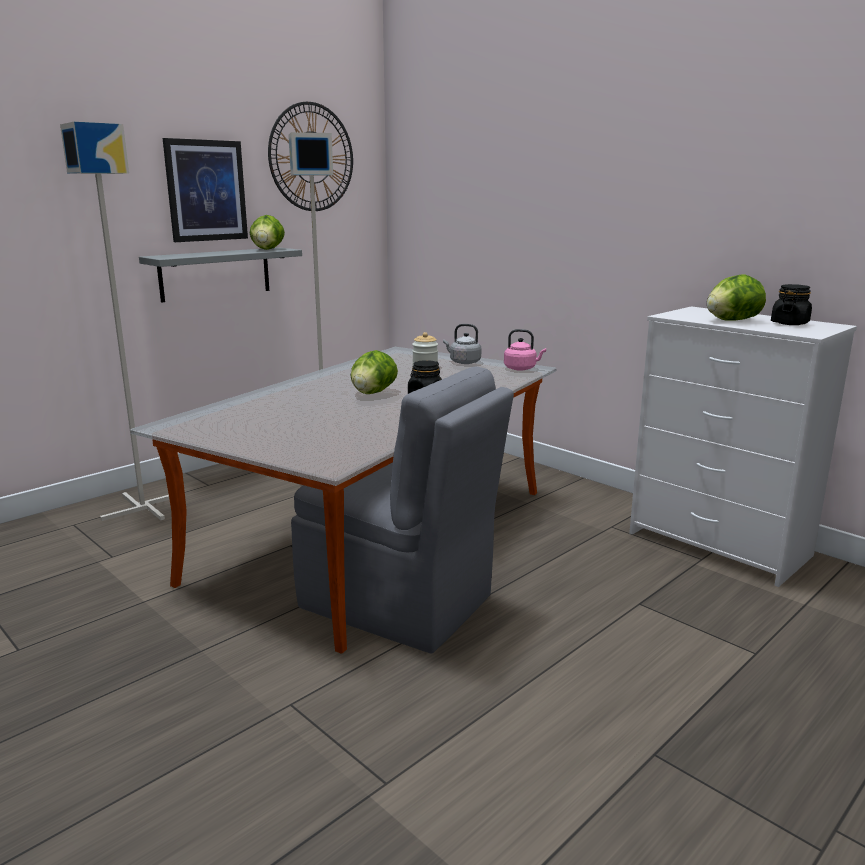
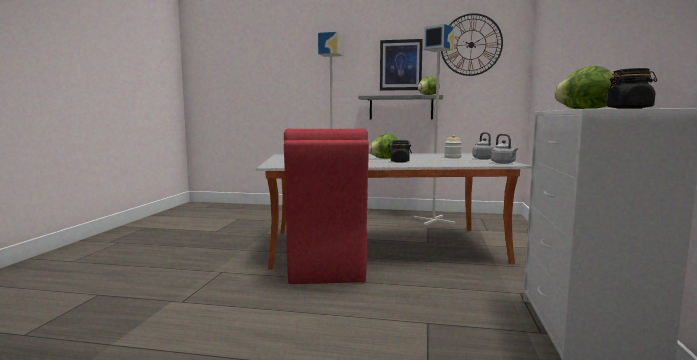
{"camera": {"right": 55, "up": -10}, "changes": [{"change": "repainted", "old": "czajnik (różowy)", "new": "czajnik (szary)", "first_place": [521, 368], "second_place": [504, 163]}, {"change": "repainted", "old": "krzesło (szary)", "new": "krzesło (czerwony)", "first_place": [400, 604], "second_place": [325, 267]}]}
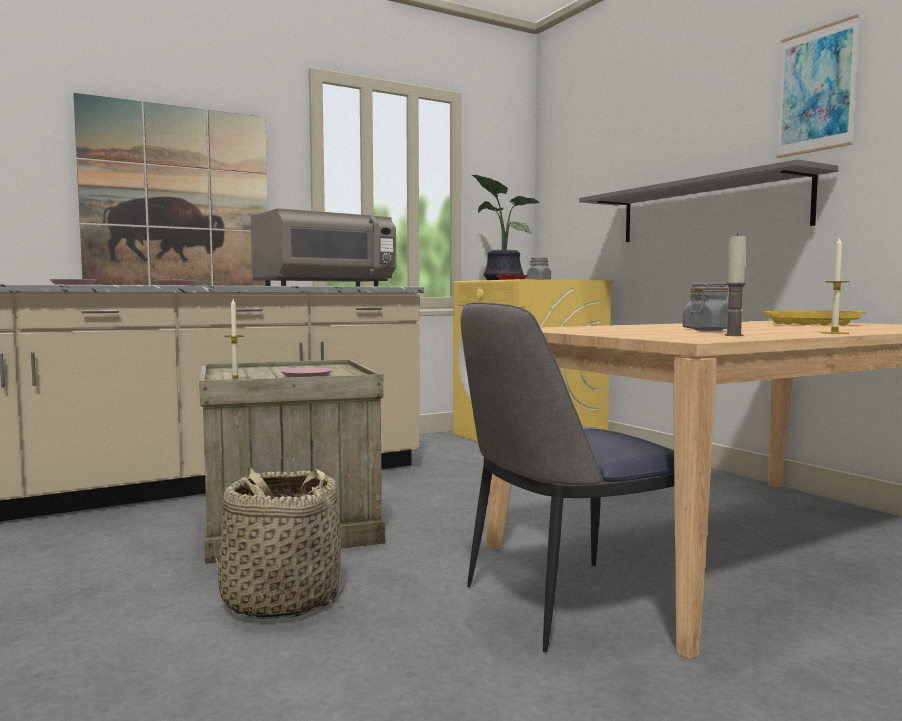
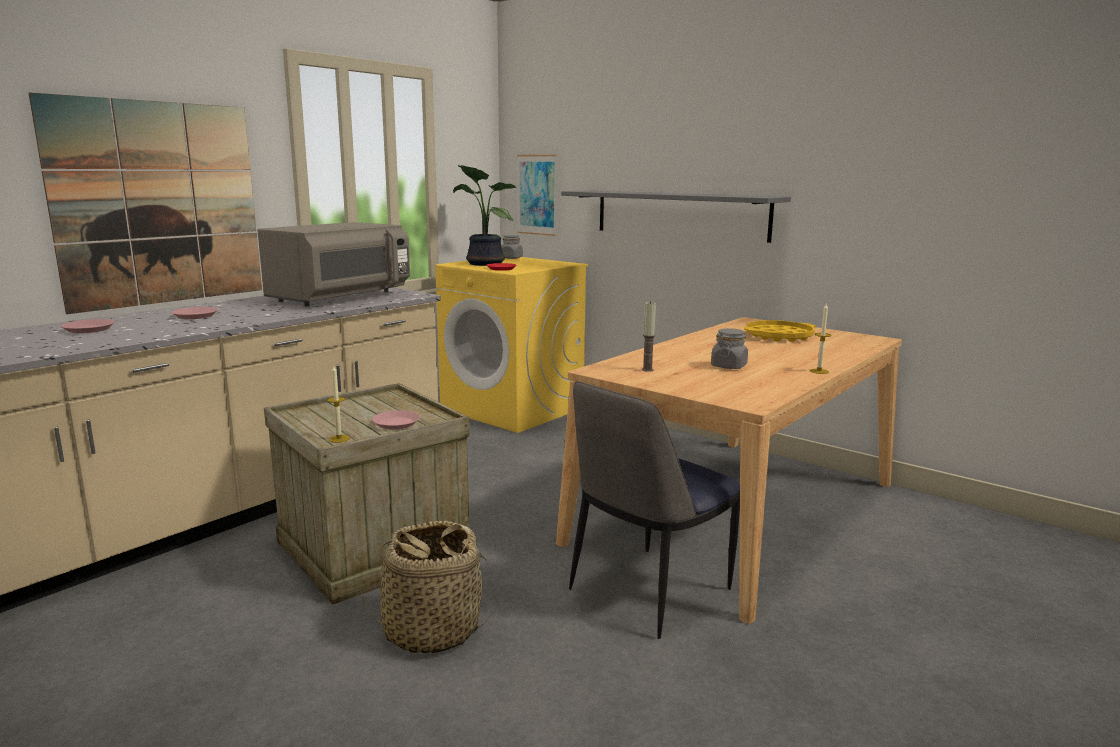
{"camera": {"right": -20, "up": 10}, "changes": [{"change": "shifted", "old": "obraz", "first_place": [816, 90], "second_place": [537, 195]}, {"change": "shifted", "old": "świeca", "first_place": [733, 335], "second_place": [647, 370]}]}
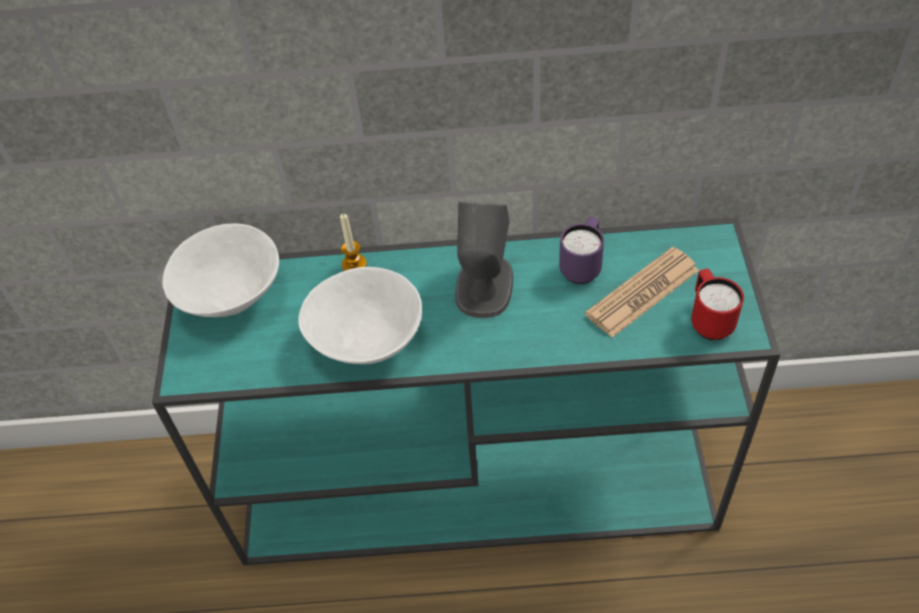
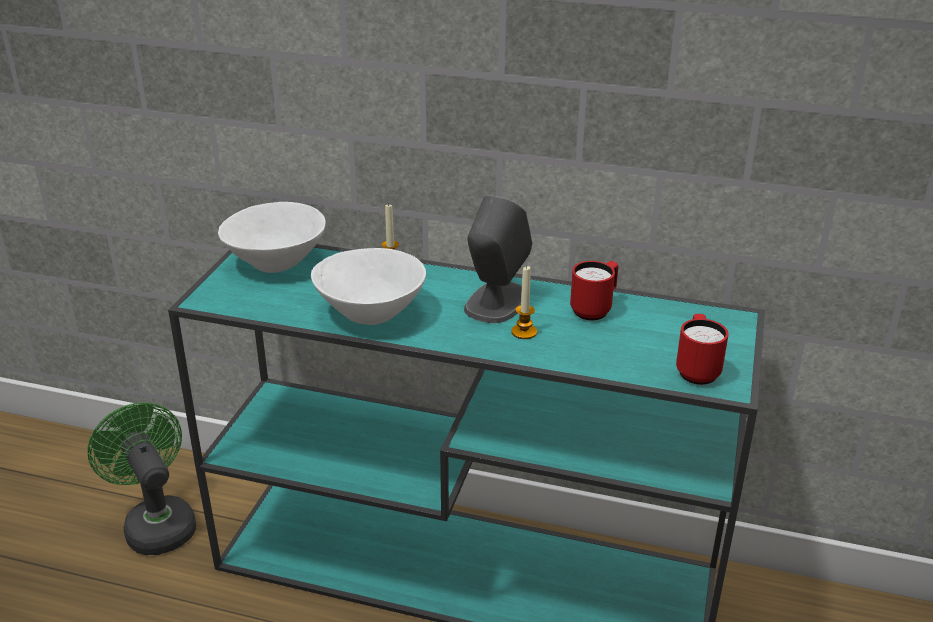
{"camera": {"right": 15, "up": -20}, "changes": [{"change": "repainted", "old": "kubek (fioletowy)", "new": "kubek (czerwony)", "first_place": [582, 266], "second_place": [594, 309]}, {"change": "gone", "old": "gazeta", "first_place": [642, 292]}, {"change": "new", "new": "świeca", "second_place": [524, 332]}, {"change": "new", "new": "wentylator (zielony)", "second_place": [156, 523]}]}
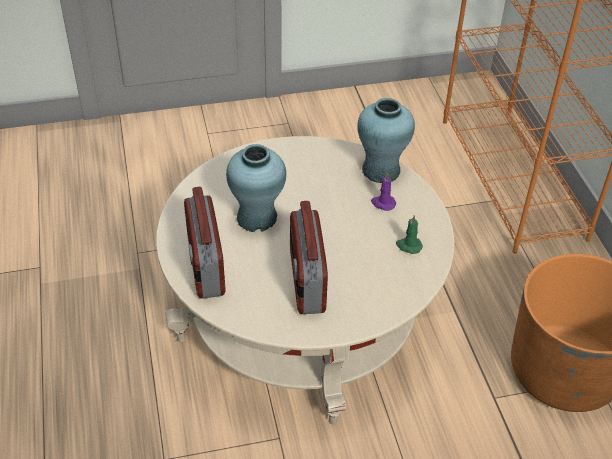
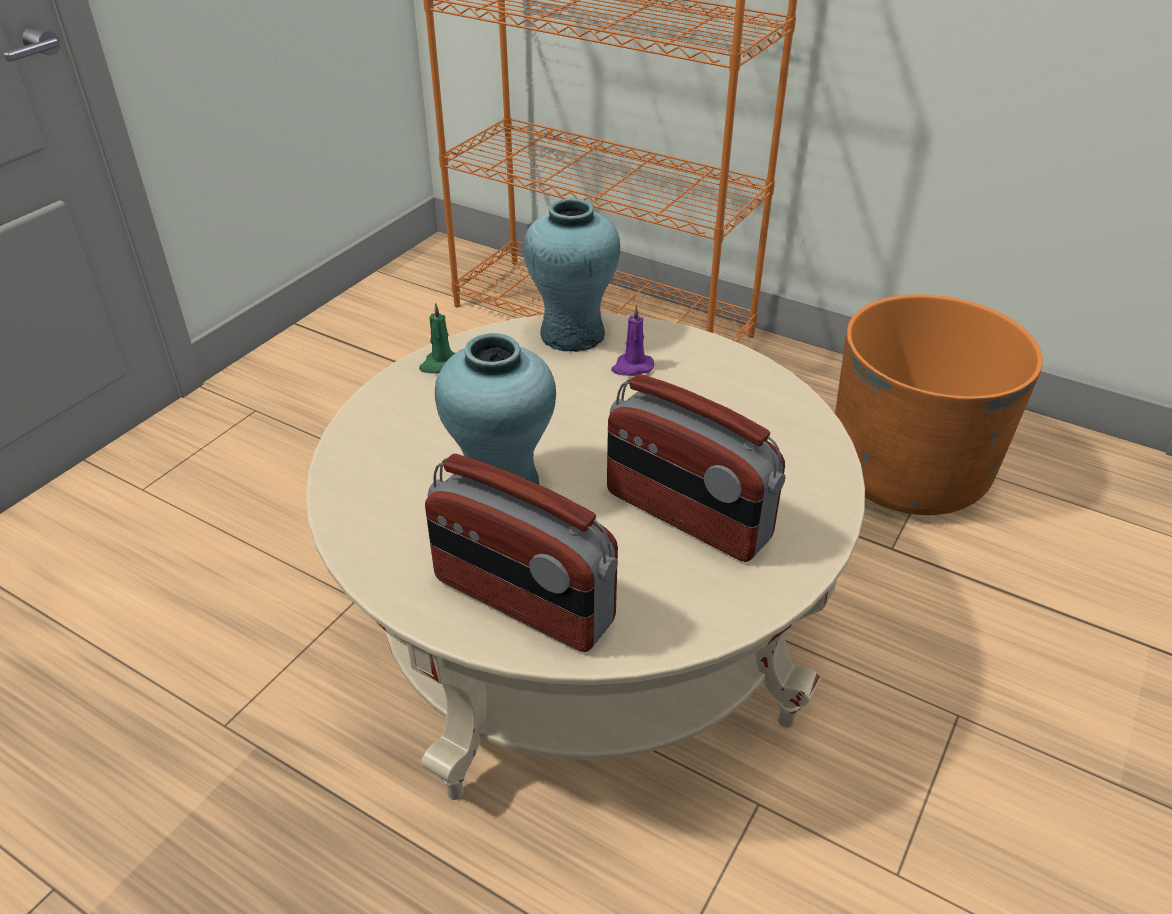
{"camera": {"right": -45, "up": -5}, "changes": [{"change": "shifted", "old": "świeca (zielony)", "first_place": [408, 246], "second_place": [440, 365]}]}
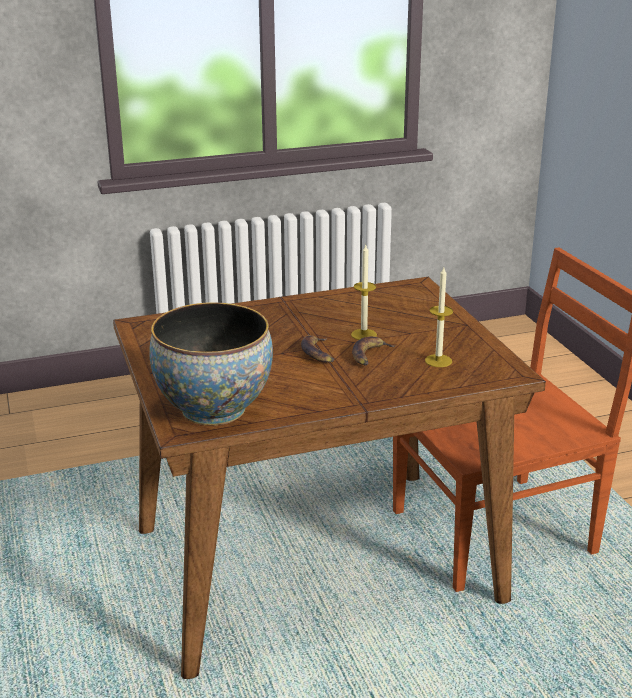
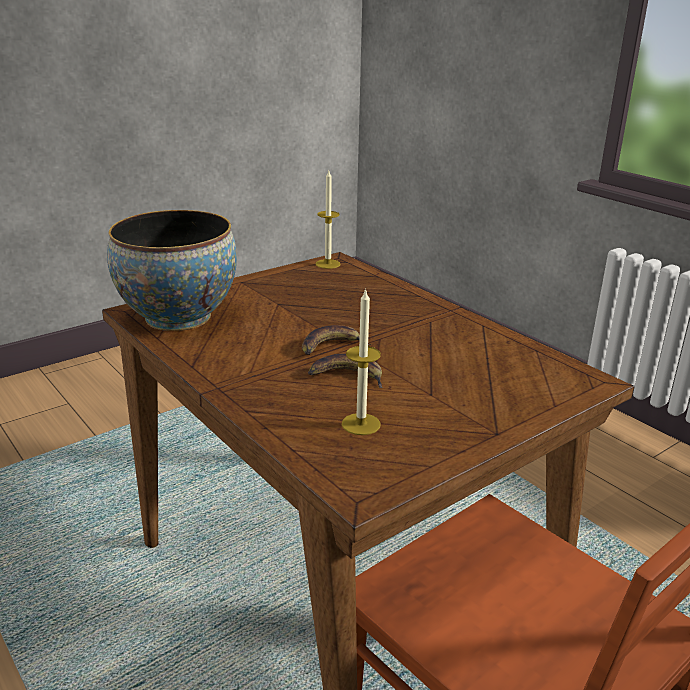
{"camera": {"right": 70, "up": 0}, "changes": [{"change": "shifted", "old": "świeca", "first_place": [364, 334], "second_place": [328, 264]}]}
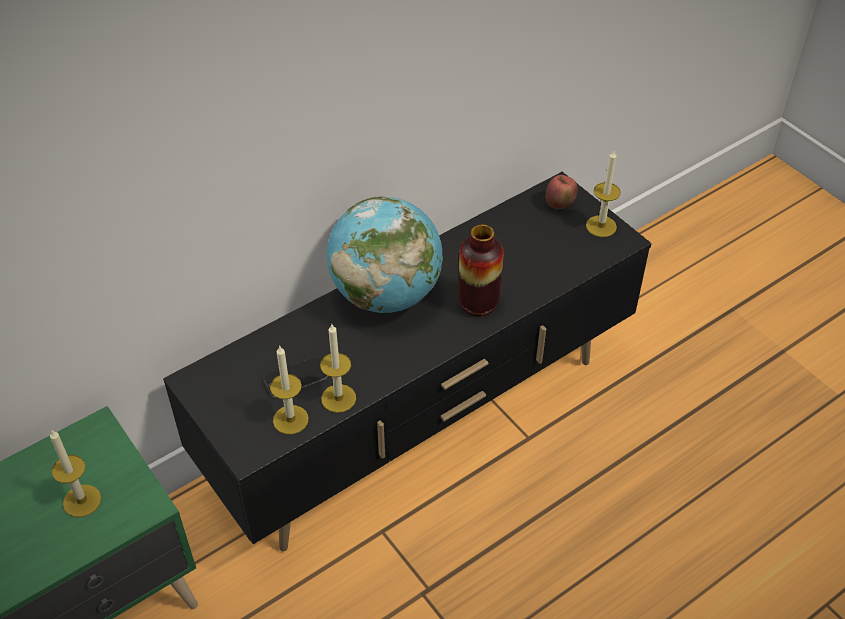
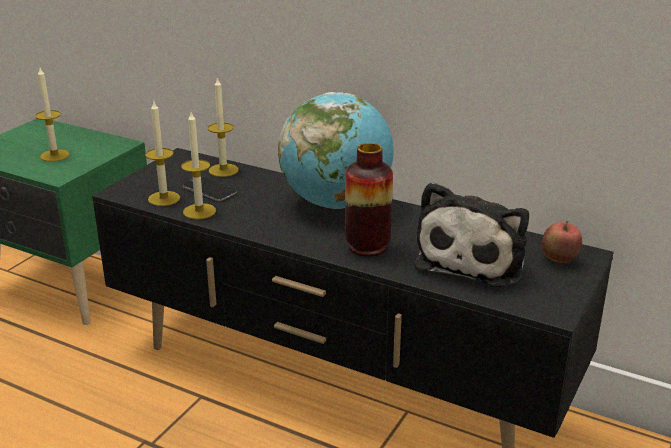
{"camera": {"right": 65, "up": -20}, "changes": [{"change": "shifted", "old": "świeca", "first_place": [601, 226], "second_place": [223, 170]}, {"change": "new", "new": "pluszak", "second_place": [474, 259]}]}
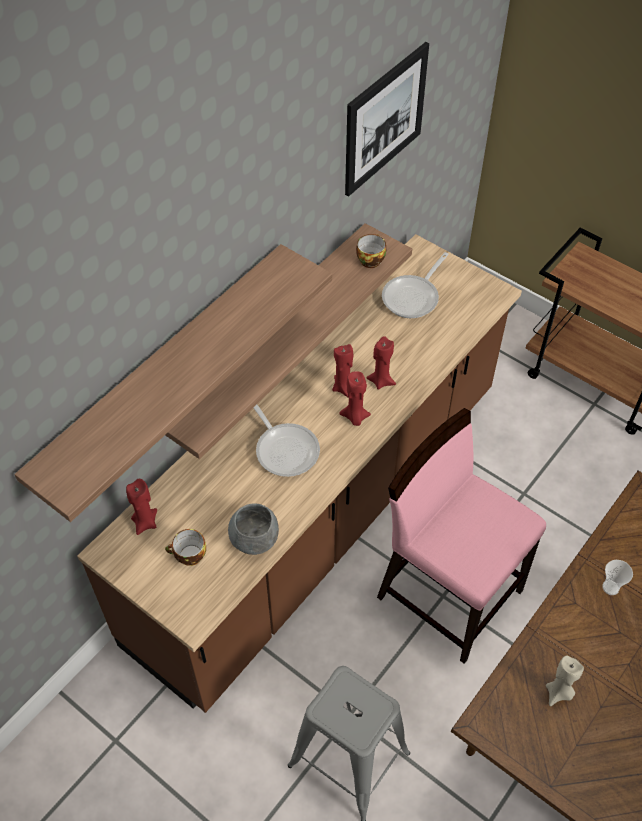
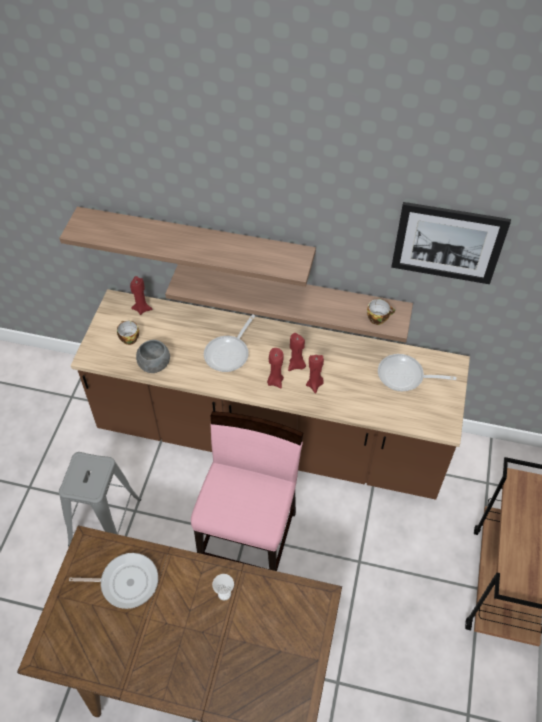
{"camera": {"right": 65, "up": 0}, "changes": [{"change": "swapped", "old": "świeca (beżowy)", "new": "patelnia", "first_place": [558, 693], "second_place": [126, 582]}]}
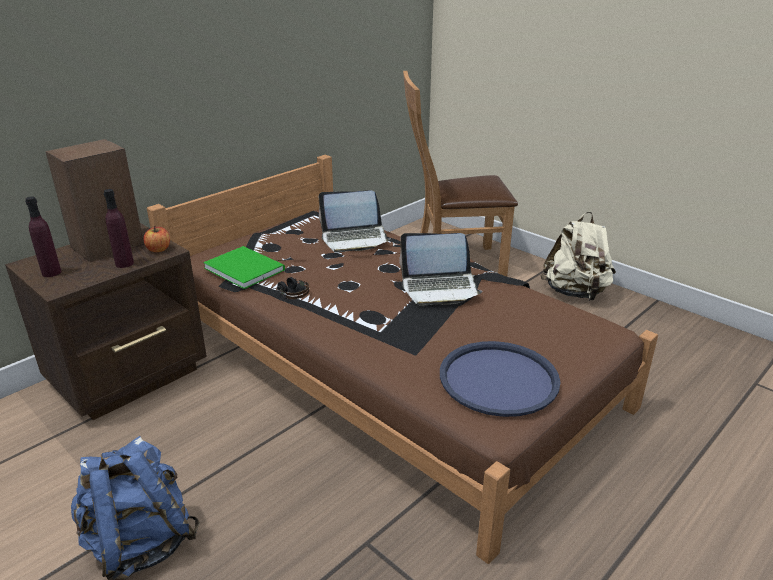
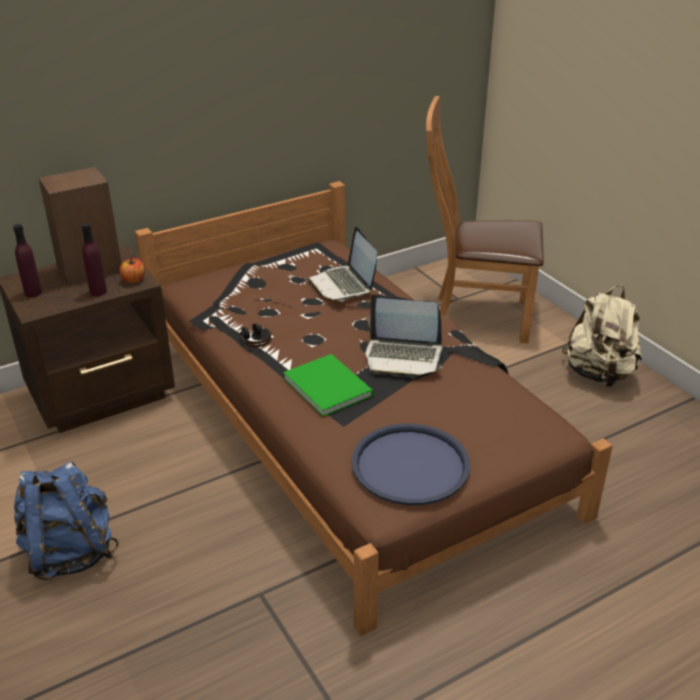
{"camera": {"right": 15, "up": 5}, "changes": [{"change": "rotated", "old": "laptop", "first_place": [354, 239], "second_place": [343, 285], "degrees": 60}, {"change": "shifted", "old": "książka (zielony)", "first_place": [244, 268], "second_place": [328, 385]}]}
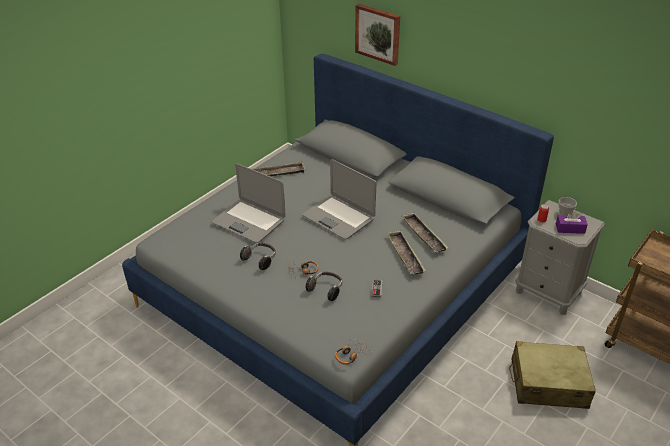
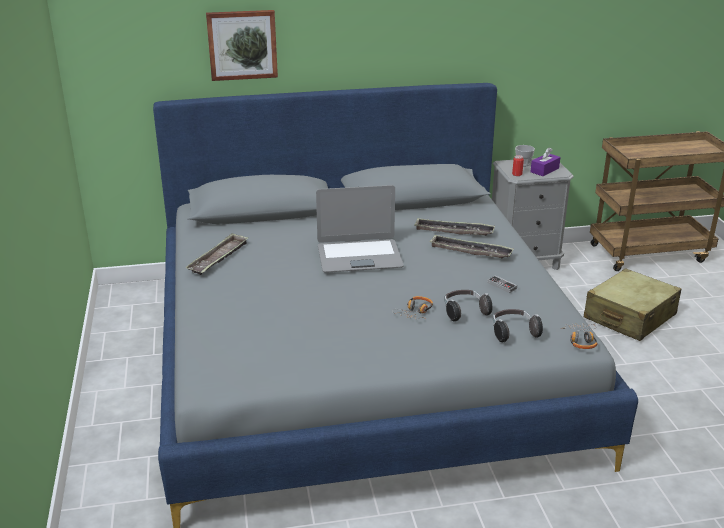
{"camera": {"right": -50, "up": -10}, "changes": [{"change": "gone", "old": "laptop", "first_place": [249, 221]}, {"change": "shifted", "old": "słuchawki", "first_place": [260, 260], "second_place": [513, 333]}]}
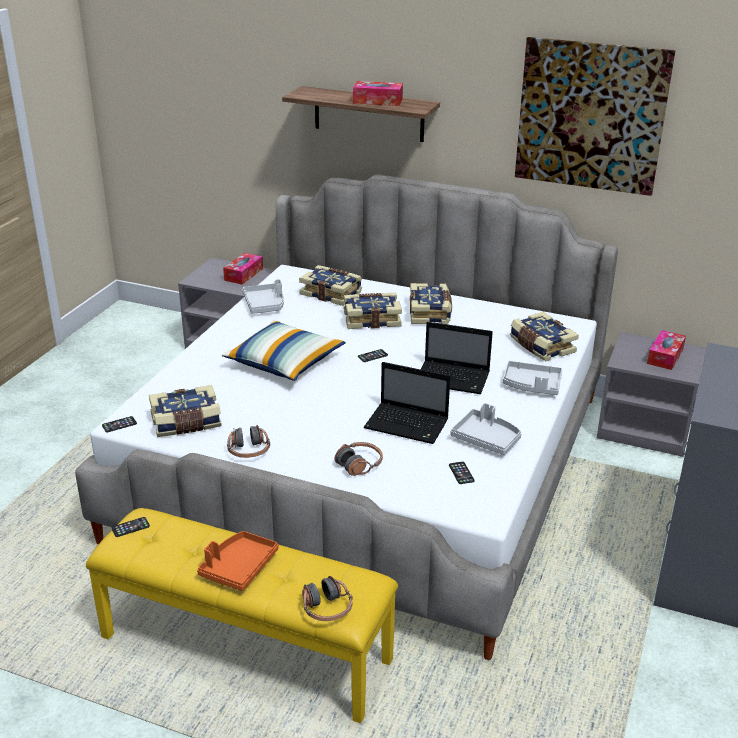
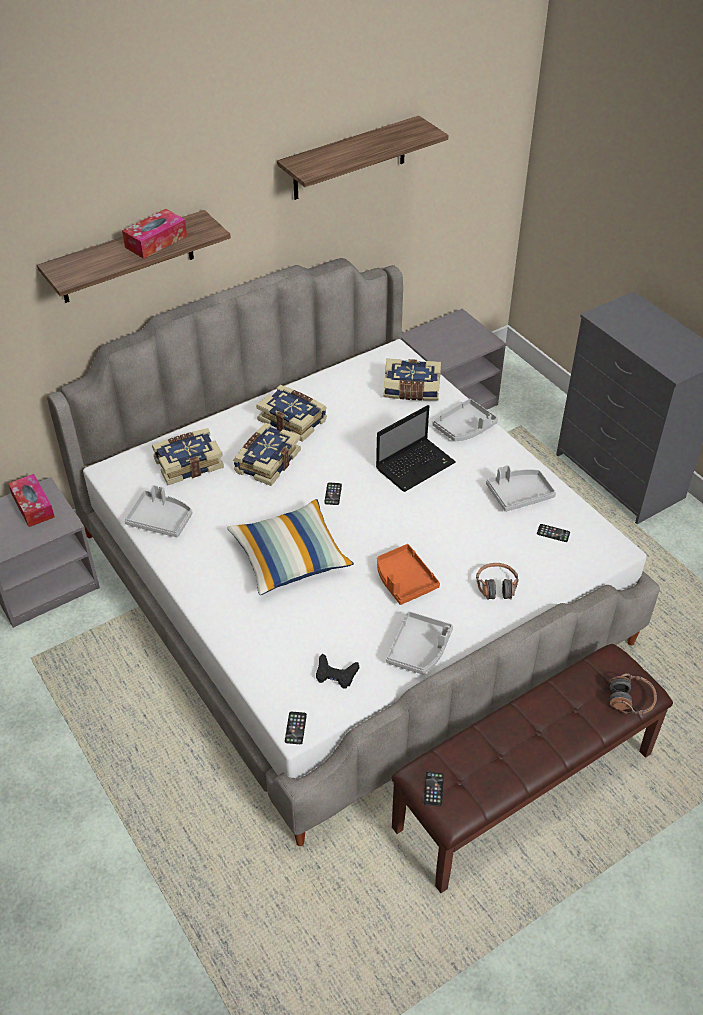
{"camera": {"right": -55, "up": 15}, "changes": [{"change": "swapped", "old": "obraz", "new": "półka", "first_place": [591, 116], "second_place": [349, 159]}, {"change": "gone", "old": "pudełko chusteczek", "first_place": [665, 356]}, {"change": "gone", "old": "laptop", "first_place": [408, 425]}, {"change": "swapped", "old": "książka", "new": "pad do gier (czarny)", "first_place": [186, 423], "second_place": [335, 674]}, {"change": "swapped", "old": "słuchawki", "new": "taca (szary)", "first_place": [248, 451], "second_place": [419, 649]}, {"change": "repainted", "old": "ławka (żółty)", "new": "ławka (brązowy)", "first_place": [247, 647], "second_place": [523, 788]}, {"change": "shifted", "old": "taca (pomarańczowy)", "first_place": [238, 567], "second_place": [404, 580]}]}
